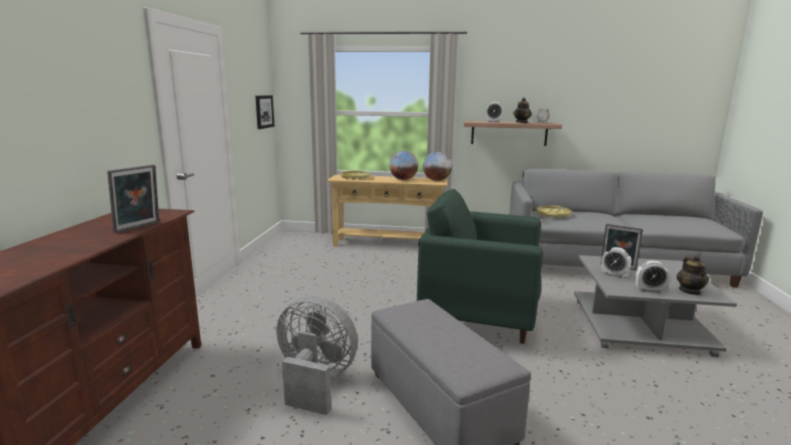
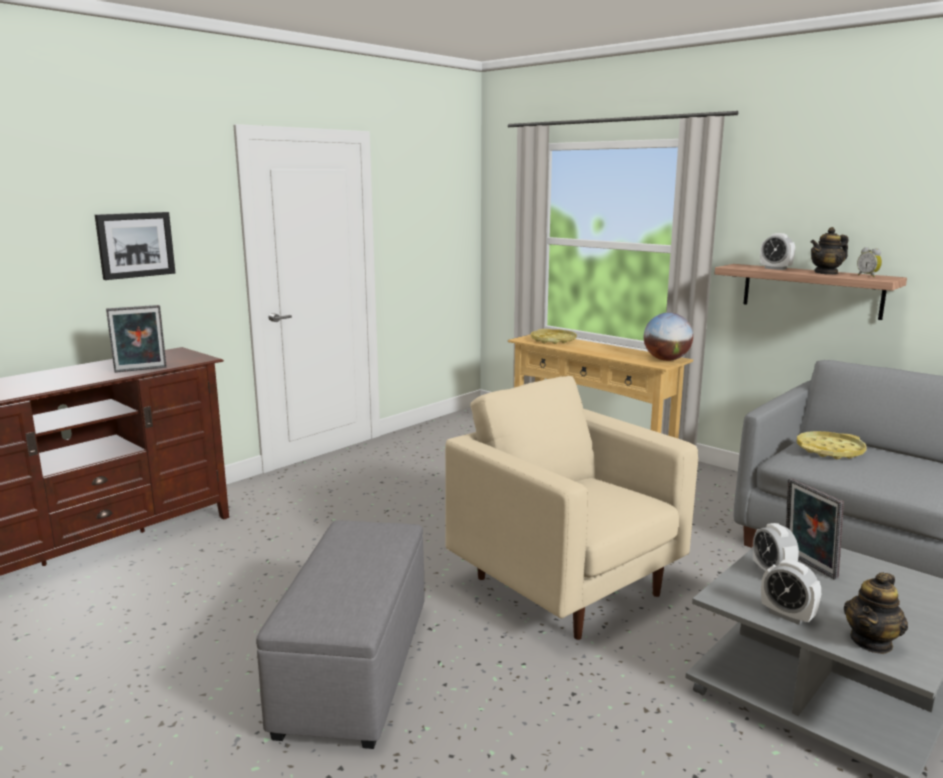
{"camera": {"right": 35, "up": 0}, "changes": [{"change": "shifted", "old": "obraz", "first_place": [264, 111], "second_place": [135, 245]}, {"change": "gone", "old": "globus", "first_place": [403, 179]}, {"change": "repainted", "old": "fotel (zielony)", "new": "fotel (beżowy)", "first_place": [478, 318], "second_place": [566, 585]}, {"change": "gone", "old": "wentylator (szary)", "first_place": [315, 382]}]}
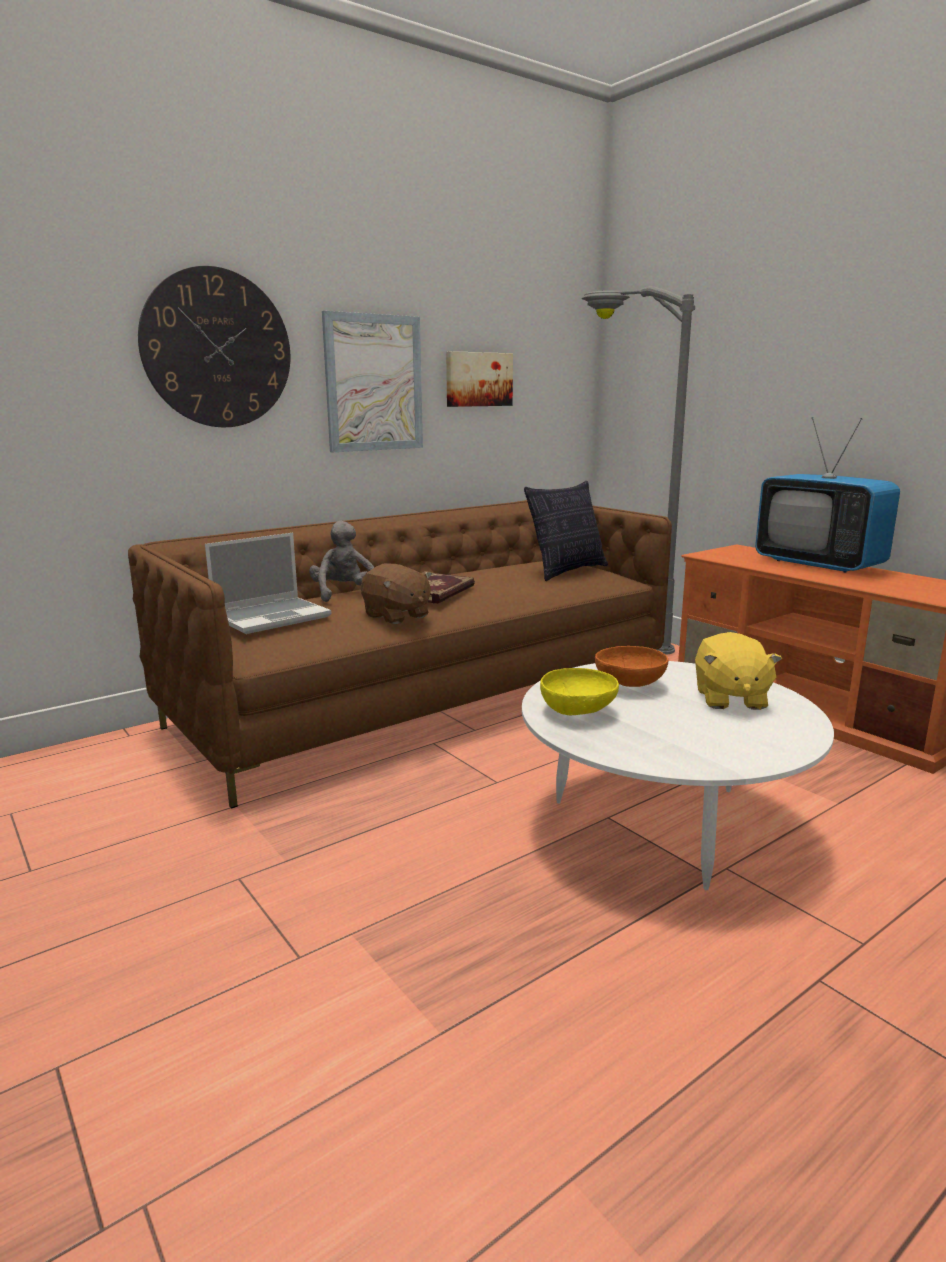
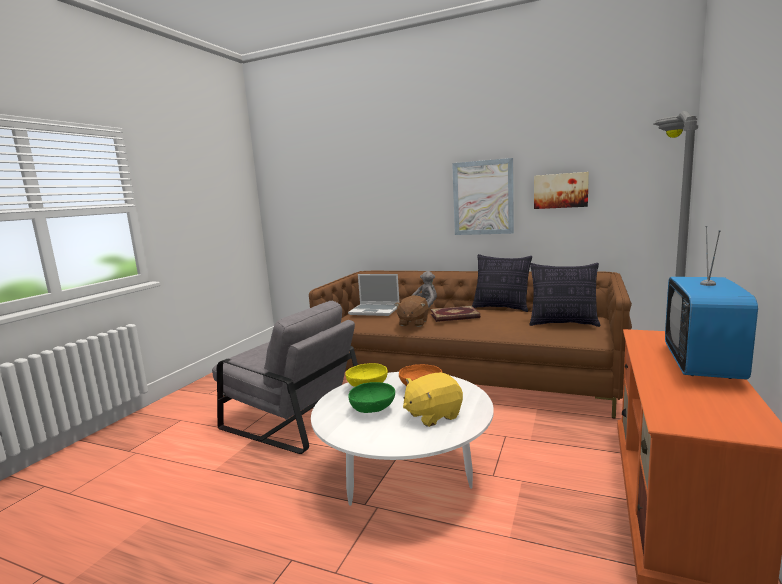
{"camera": {"right": 60, "up": -5}, "changes": [{"change": "gone", "old": "zegar ścienny", "first_place": [217, 349]}, {"change": "new", "new": "poduszka", "second_place": [501, 308]}, {"change": "new", "new": "fotel (szary)", "second_place": [291, 417]}, {"change": "new", "new": "miska (zielony)", "second_place": [373, 410]}]}
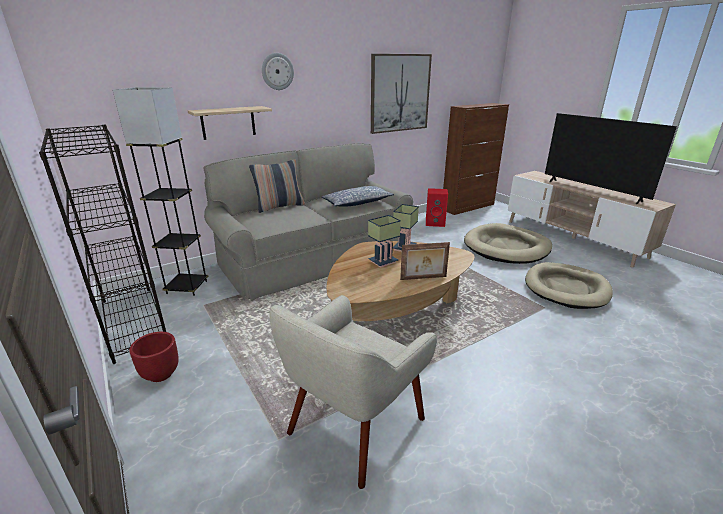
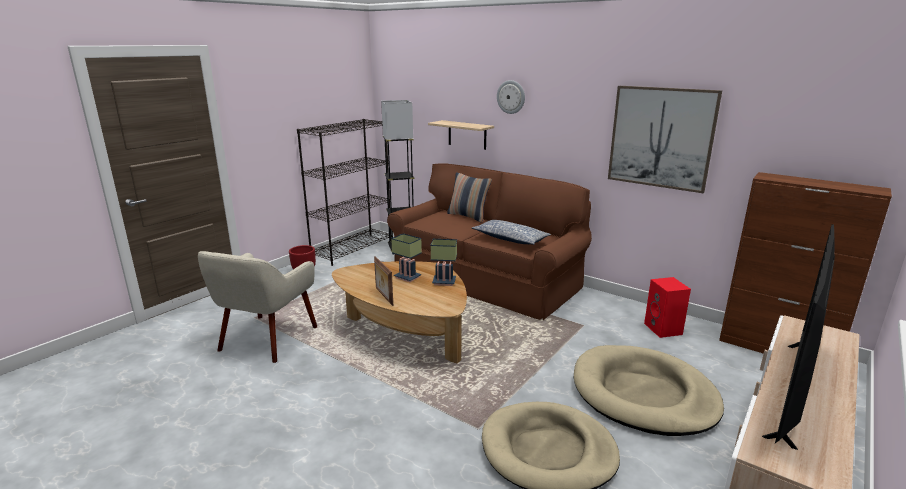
{"camera": {"right": 70, "up": -5}, "changes": [{"change": "repainted", "old": "kanapa (szary)", "new": "kanapa (brązowy)", "first_place": [314, 259], "second_place": [485, 279]}, {"change": "rotated", "old": "fotel (beżowy)", "first_place": [353, 425], "second_place": [267, 339], "degrees": -90}]}
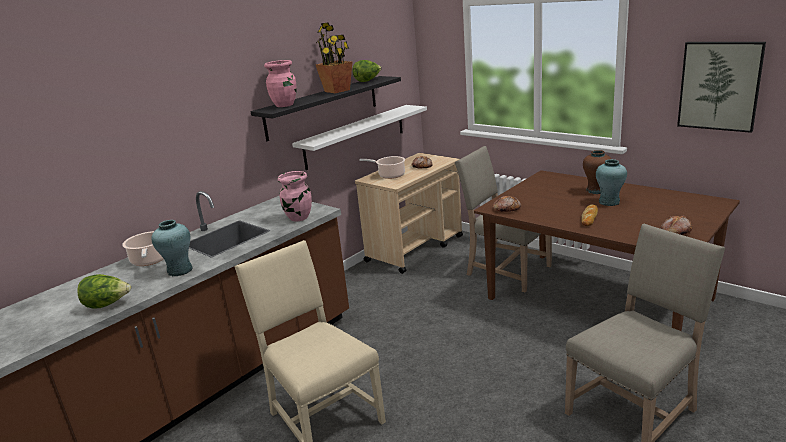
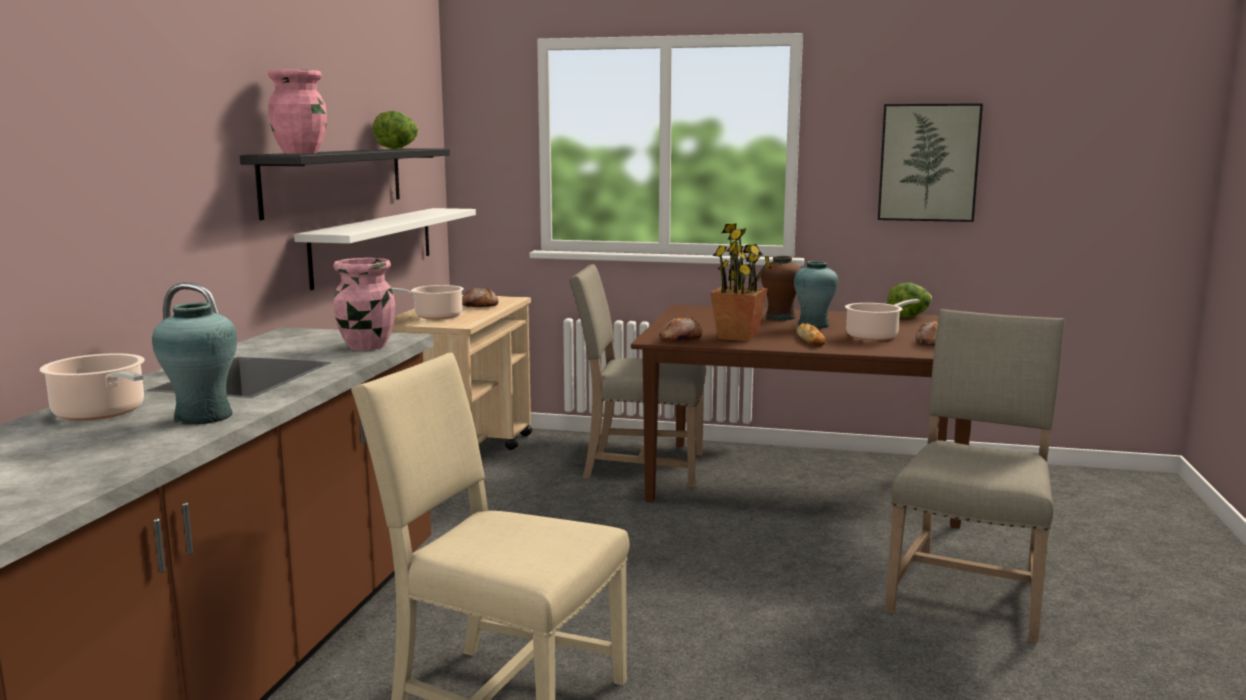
{"camera": {"right": -30, "up": -10}, "changes": [{"change": "shifted", "old": "roślina doniczkowa", "first_place": [337, 90], "second_place": [738, 337]}, {"change": "shifted", "old": "sałata", "first_place": [107, 305], "second_place": [909, 316]}, {"change": "new", "new": "garnek", "second_place": [874, 336]}]}
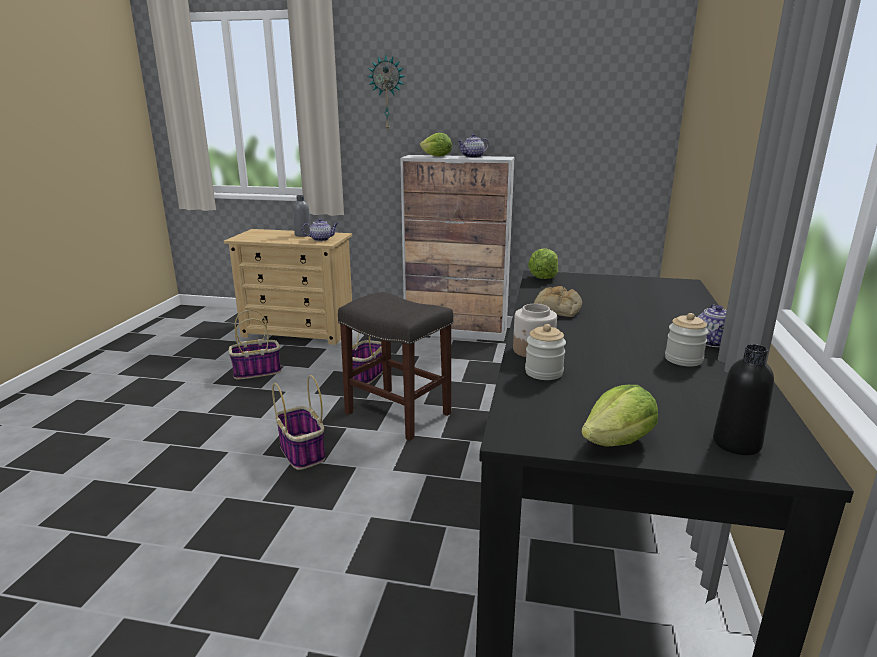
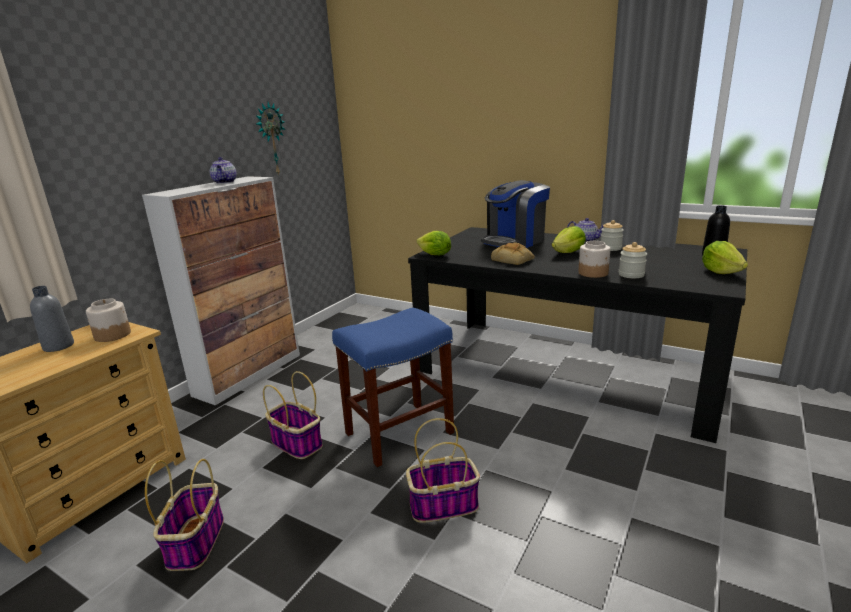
{"camera": {"right": -70, "up": 0}, "changes": [{"change": "shifted", "old": "zegar ścienny", "first_place": [387, 93], "second_place": [271, 139]}, {"change": "shifted", "old": "sałata", "first_place": [436, 156], "second_place": [568, 253]}, {"change": "swapped", "old": "imbryk", "new": "słoik", "first_place": [321, 239], "second_place": [112, 335]}, {"change": "repainted", "old": "stołek (szary)", "new": "stołek (niebieski)", "first_place": [396, 413], "second_place": [398, 434]}, {"change": "new", "new": "ekspres do kawy", "second_place": [514, 241]}]}
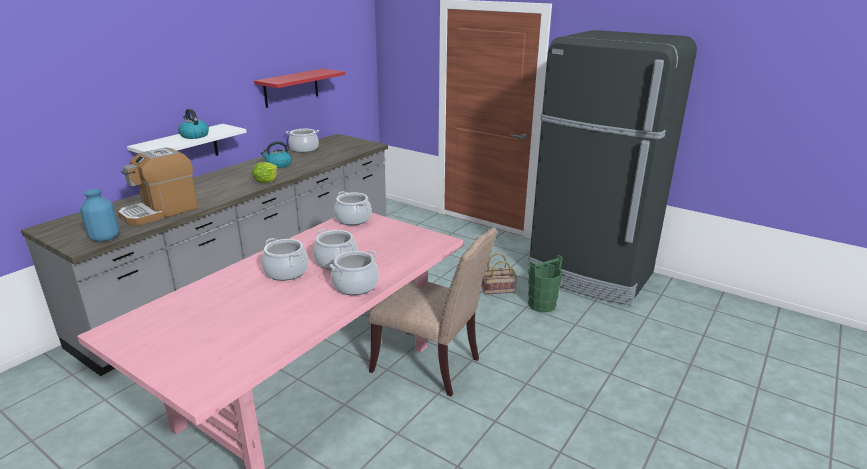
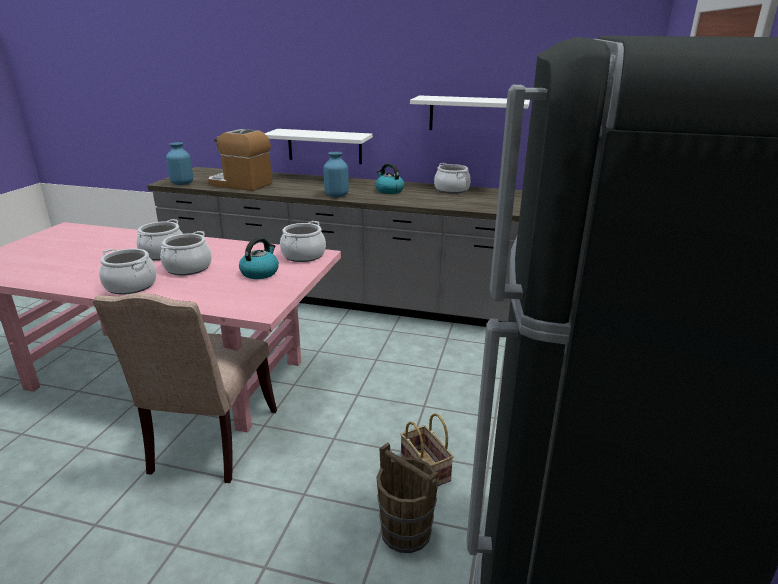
{"camera": {"right": 70, "up": 0}, "changes": [{"change": "repainted", "old": "półka (czerwony)", "new": "półka (biały)", "first_place": [291, 88], "second_place": [471, 114]}, {"change": "shifted", "old": "czajnik", "first_place": [194, 135], "second_place": [260, 272]}, {"change": "swapped", "old": "sałata", "new": "wazon (niebieski)", "first_place": [266, 181], "second_place": [336, 195]}, {"change": "repainted", "old": "wiadro (zielony)", "new": "wiadro (brązowy)", "first_place": [542, 304], "second_place": [406, 532]}]}
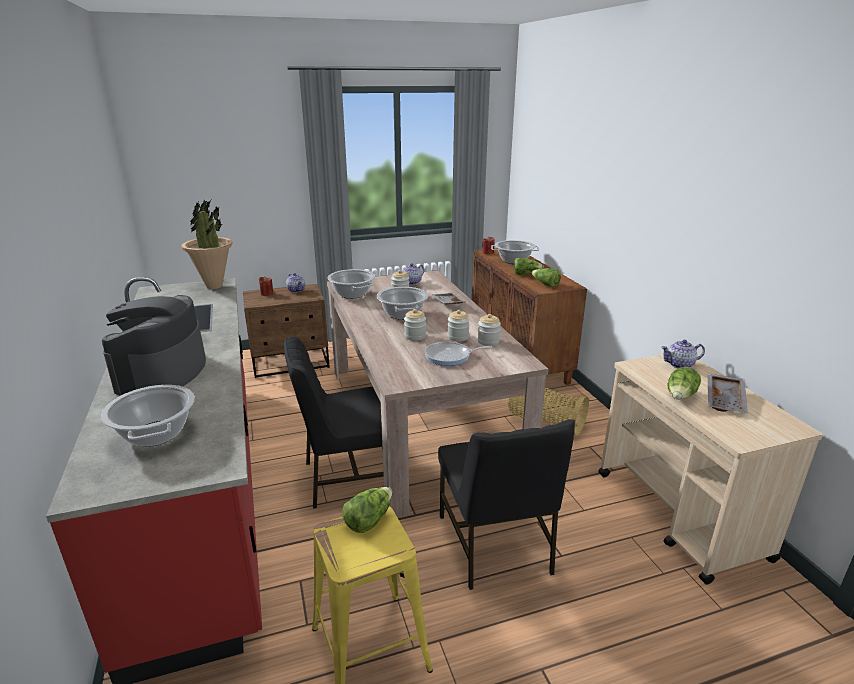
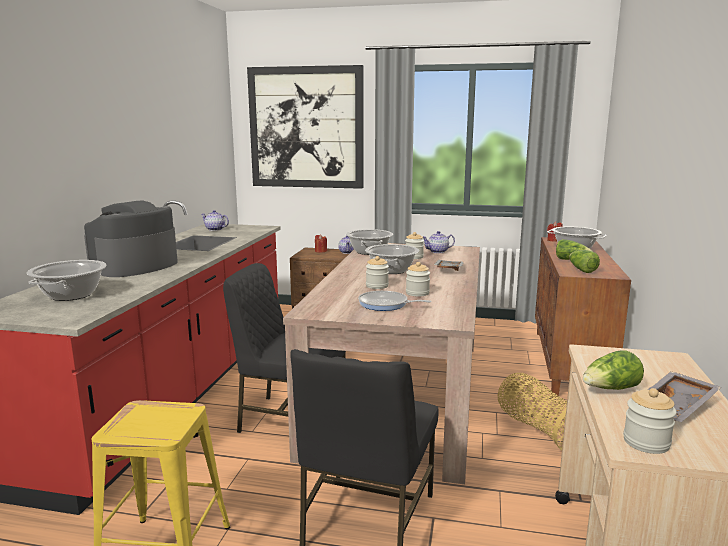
{"camera": {"right": 30, "up": -10}, "changes": [{"change": "gone", "old": "roślina doniczkowa", "first_place": [214, 286]}, {"change": "shifted", "old": "słoik", "first_place": [488, 341], "second_place": [646, 442]}, {"change": "shifted", "old": "imbryk", "first_place": [680, 365], "second_place": [215, 229]}, {"change": "gone", "old": "sałata", "first_place": [368, 519]}, {"change": "new", "new": "obraz", "second_place": [306, 128]}]}
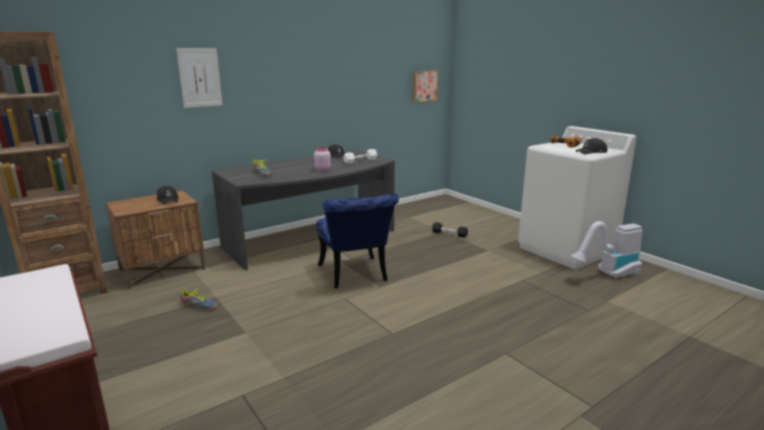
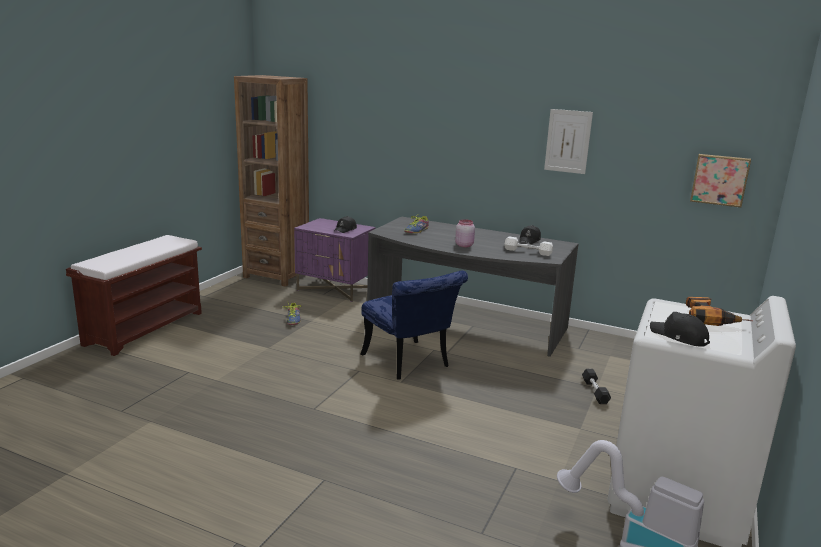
{"camera": {"right": 60, "up": 0}, "changes": [{"change": "shifted", "old": "obraz", "first_place": [200, 77], "second_place": [568, 141]}, {"change": "repainted", "old": "szafka nocna (brązowy)", "new": "szafka nocna (fioletowy)", "first_place": [163, 270], "second_place": [335, 289]}, {"change": "rotated", "old": "krzesło (niebieski)", "first_place": [355, 275], "second_place": [409, 363], "degrees": -75}]}
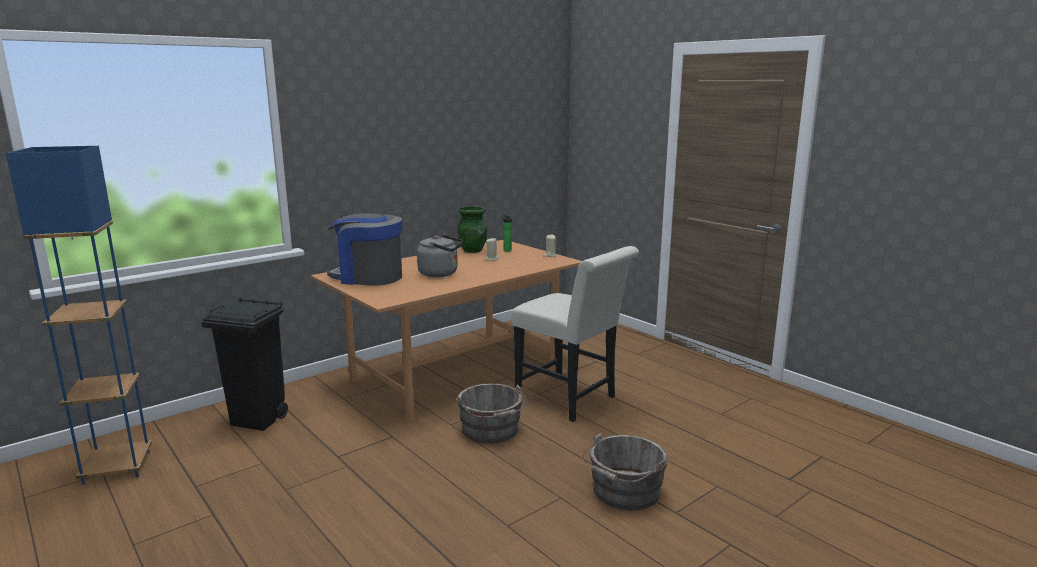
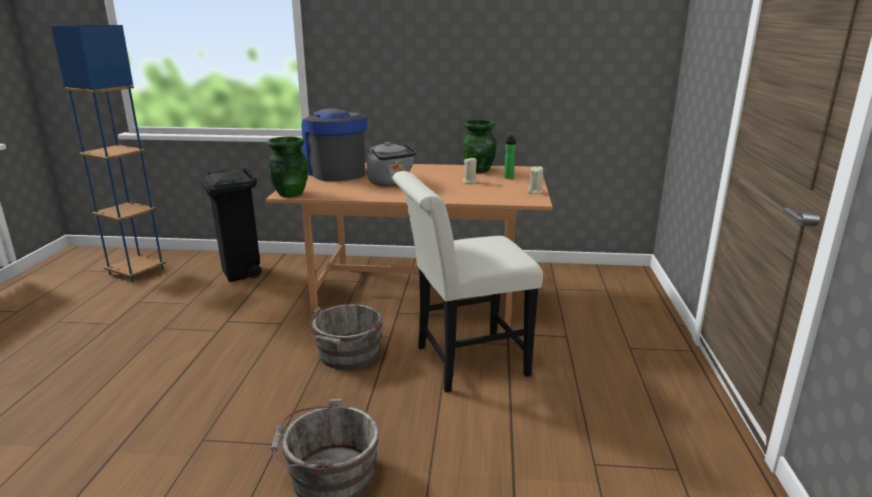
{"camera": {"right": 45, "up": 5}, "changes": [{"change": "rotated", "old": "krzesło (biały)", "first_place": [571, 400], "second_place": [463, 362], "degrees": 75}, {"change": "new", "new": "wazon (zielony)", "second_place": [290, 194]}]}
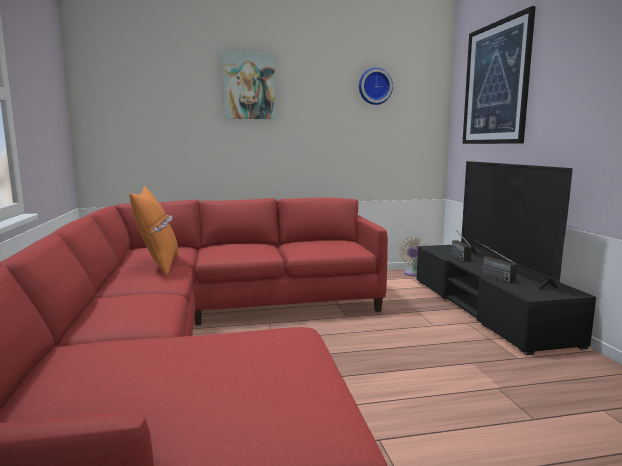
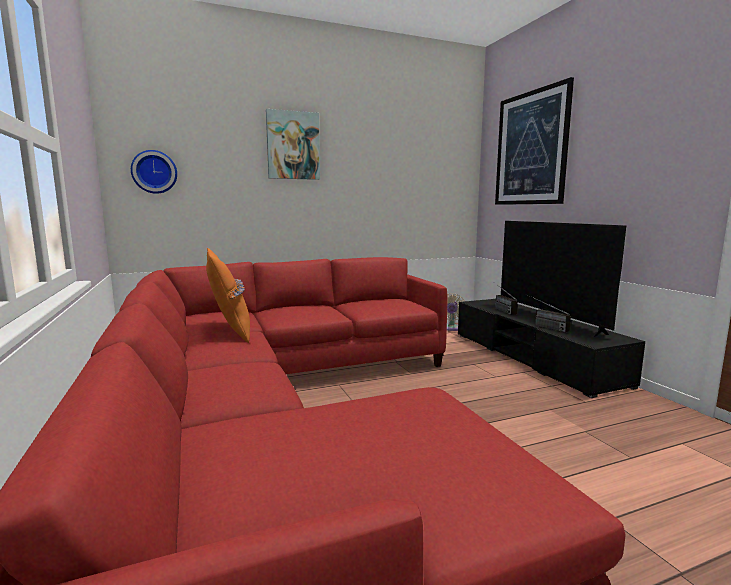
{"camera": {"right": -10, "up": 0}, "changes": [{"change": "shifted", "old": "zegar ścienny", "first_place": [374, 86], "second_place": [154, 172]}]}
